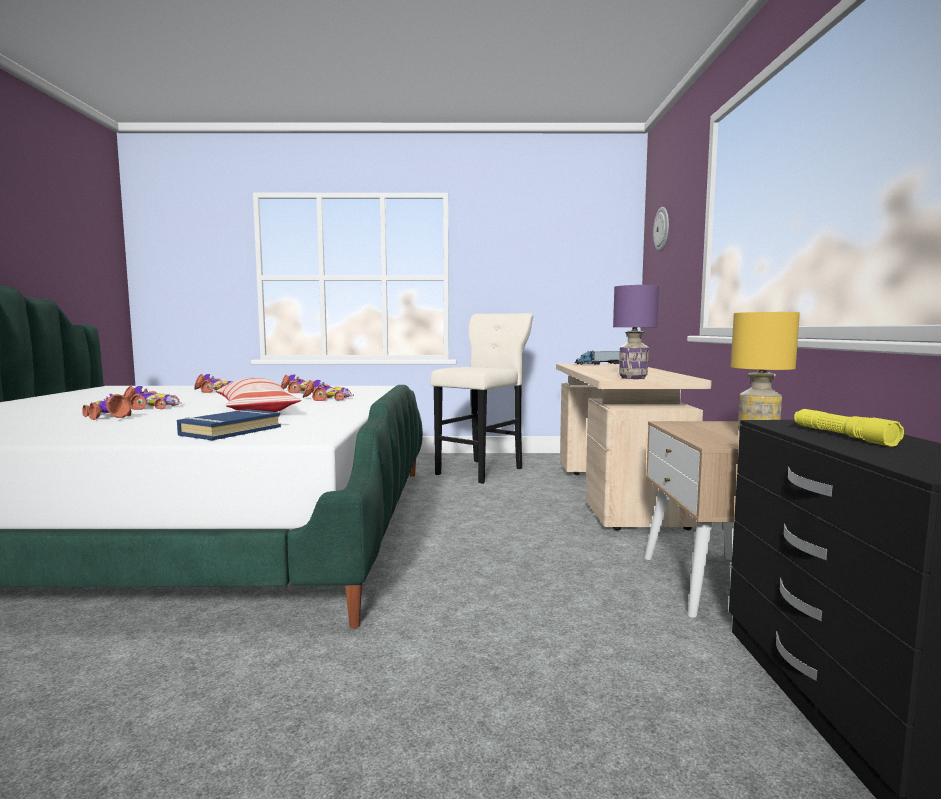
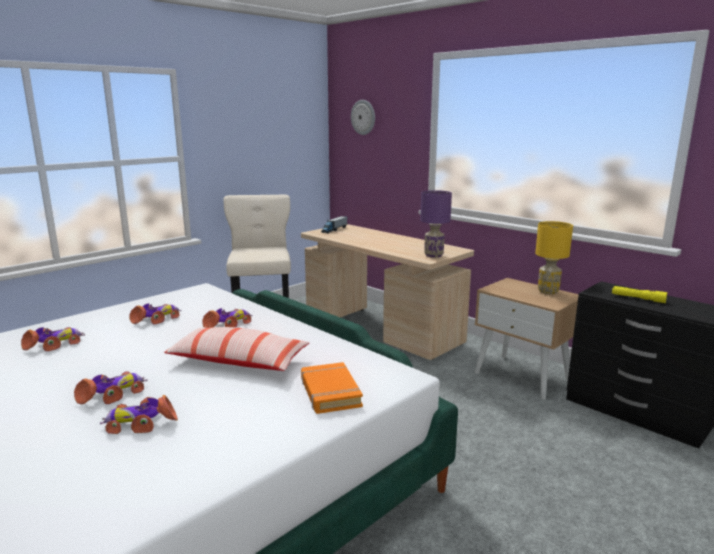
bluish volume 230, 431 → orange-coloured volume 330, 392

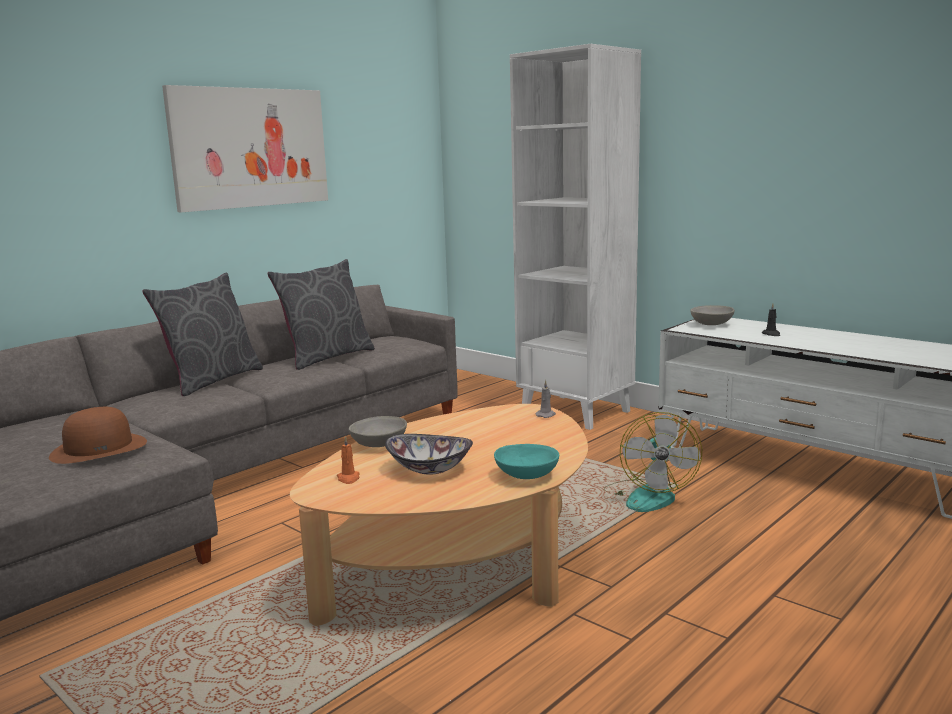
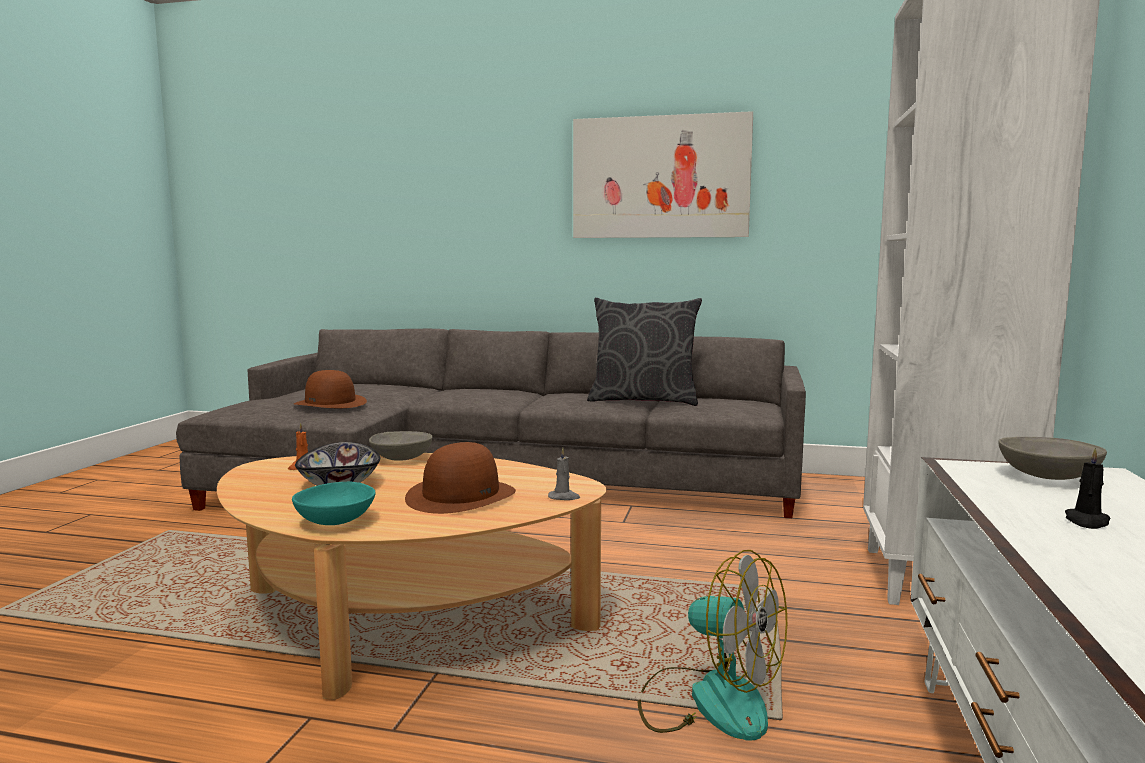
greyish pillow 211, 380 → -
fan 648, 495 → fan 709, 700, 120 degrees counterclockwise
- → brown wearable hat 461, 495

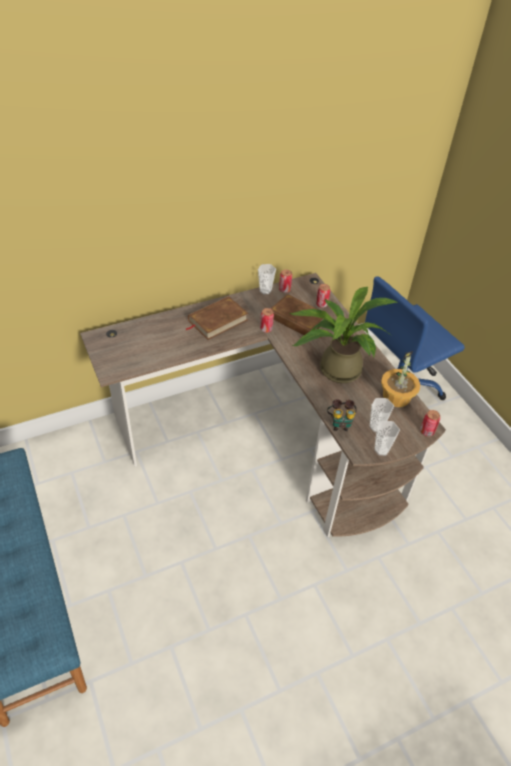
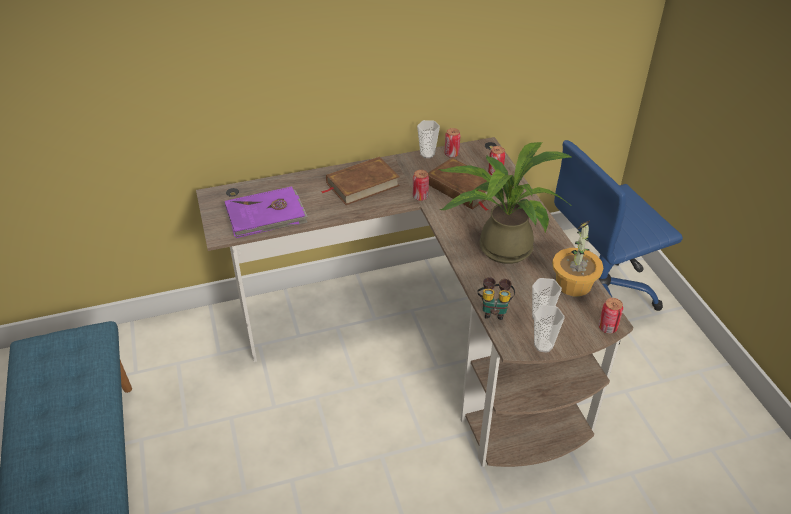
- → purple-coloured volume 266, 216

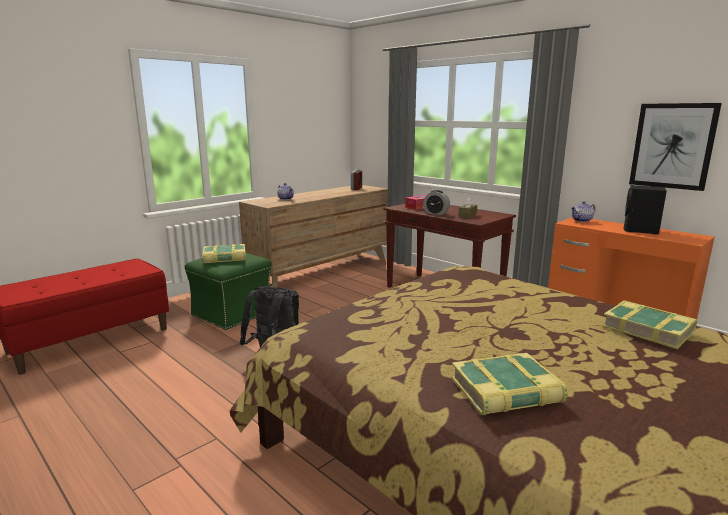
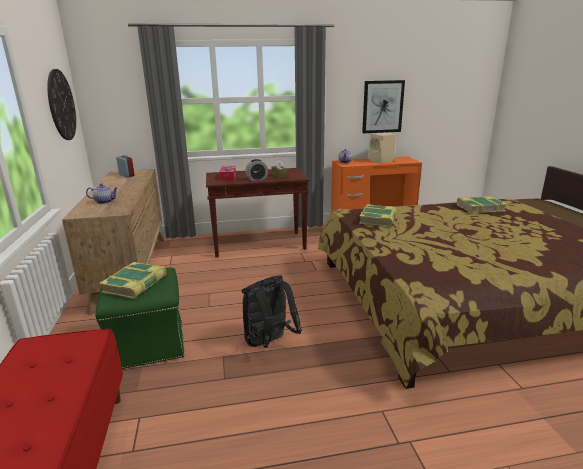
blackish speaker 640, 230 → sand-coloured speaker 381, 161
volume 506, 392 → volume 378, 219, relocated
- → wall clock 61, 105

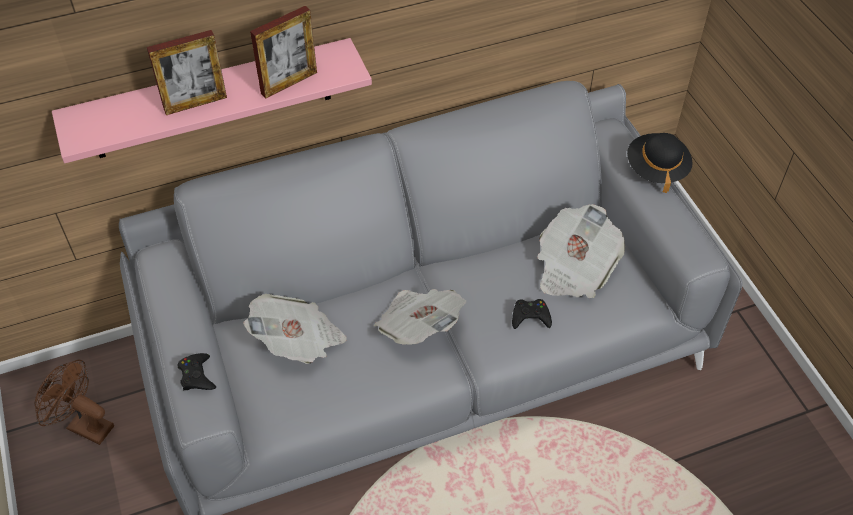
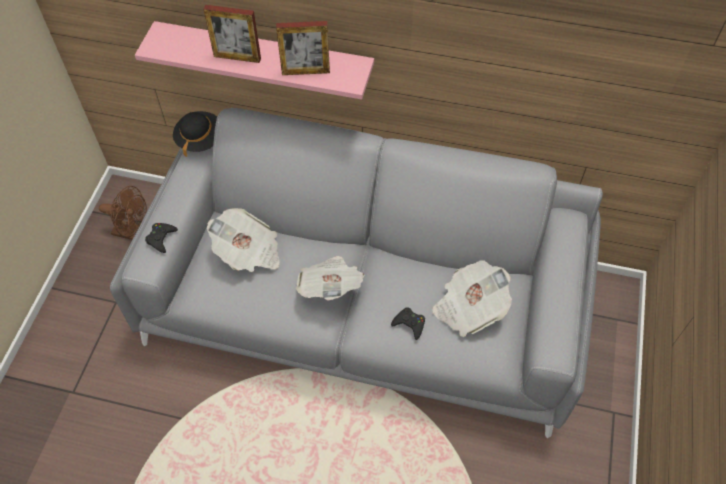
blackish wearable hat 656, 169 → blackish wearable hat 200, 139, relocated
brown fan 84, 425 → brown fan 133, 232, 135 degrees clockwise

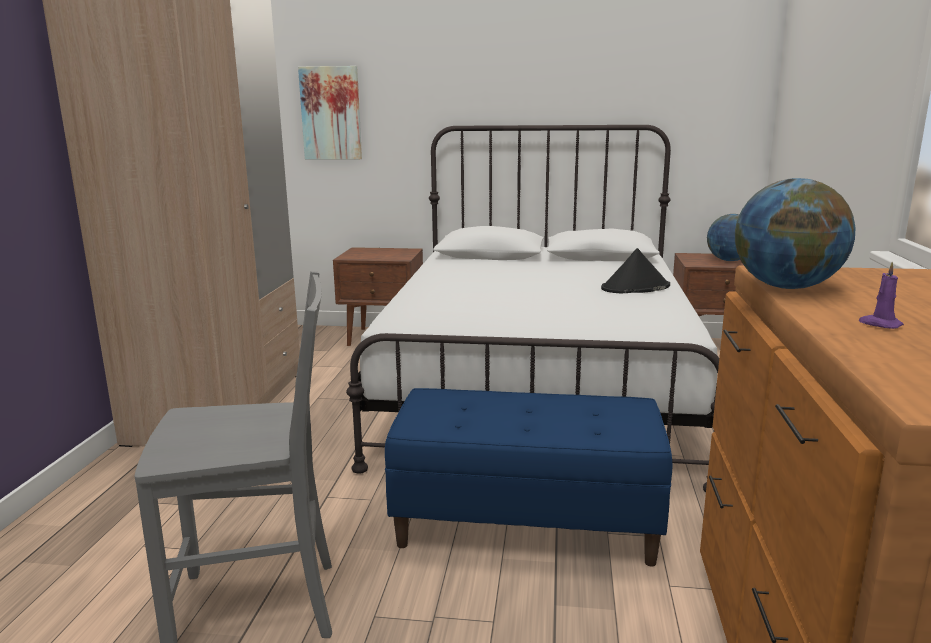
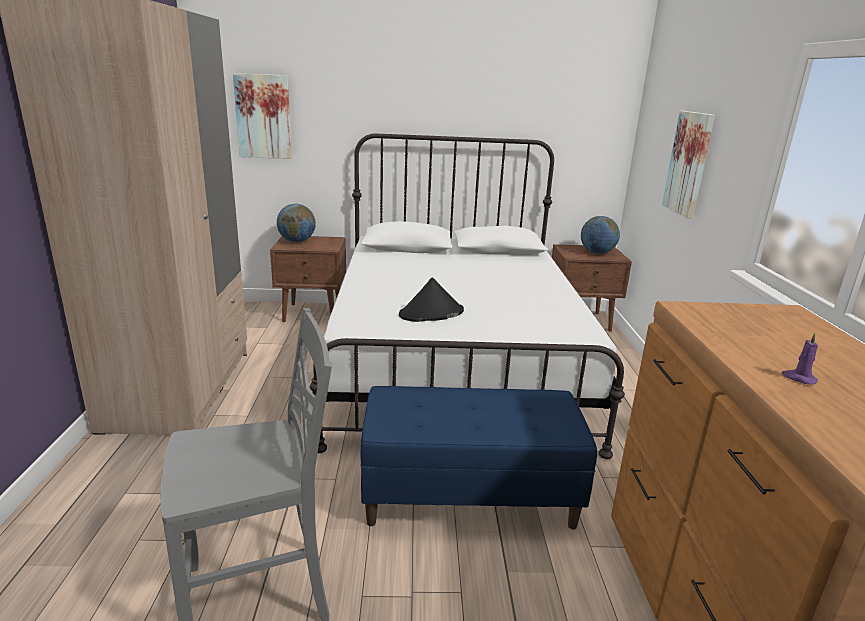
desk globe 786, 287 → desk globe 297, 241, relocated
blackish wearable hat 635, 288 → blackish wearable hat 431, 313, relocated
- → picture 689, 163

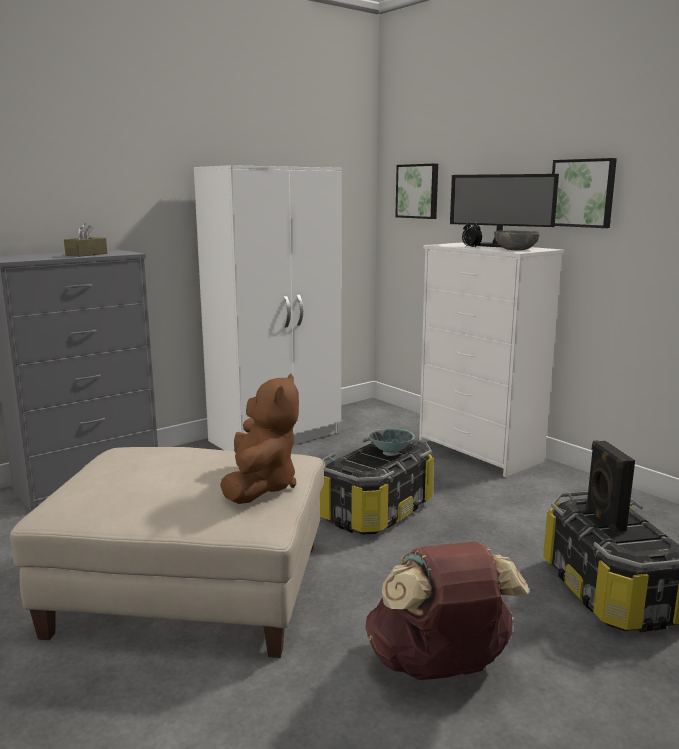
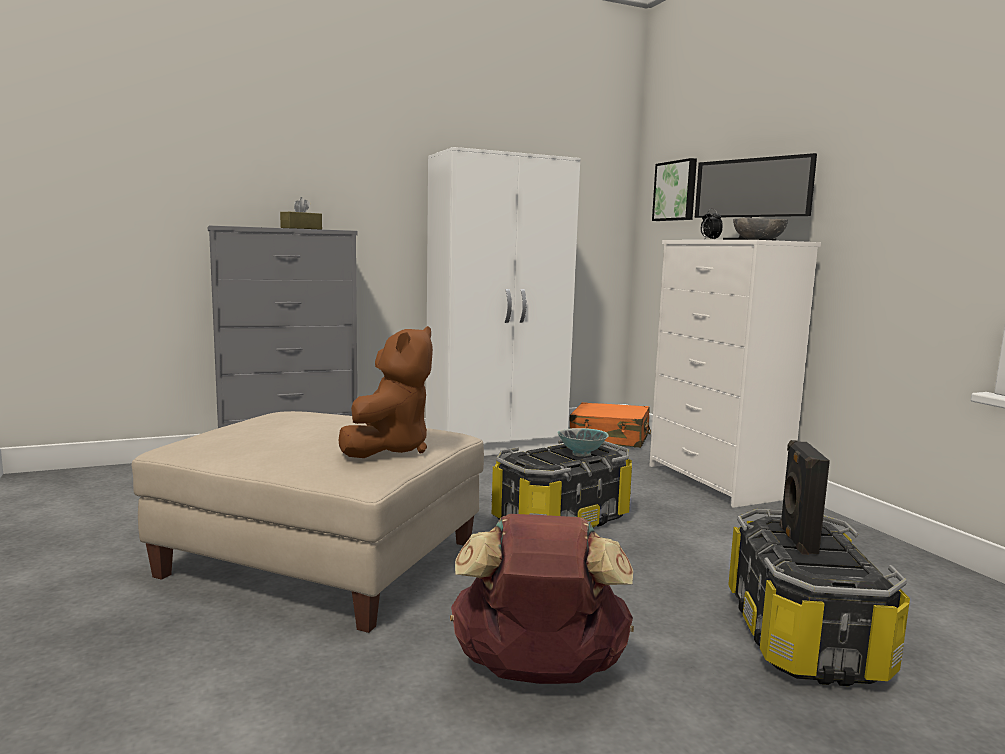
picture 583, 193 → -
- → orange-coloured piece of luggage 609, 438

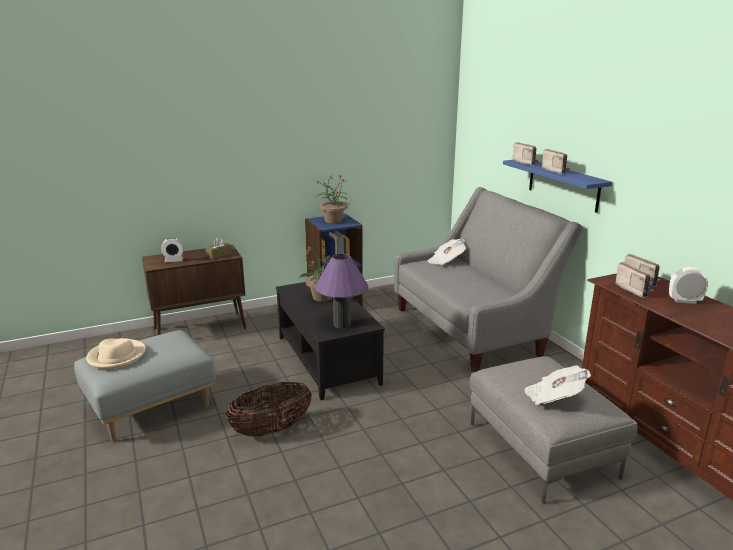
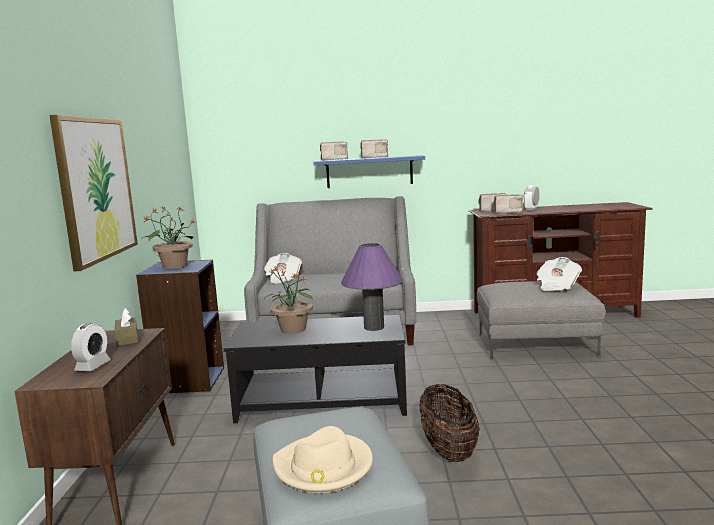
- → picture 96, 189

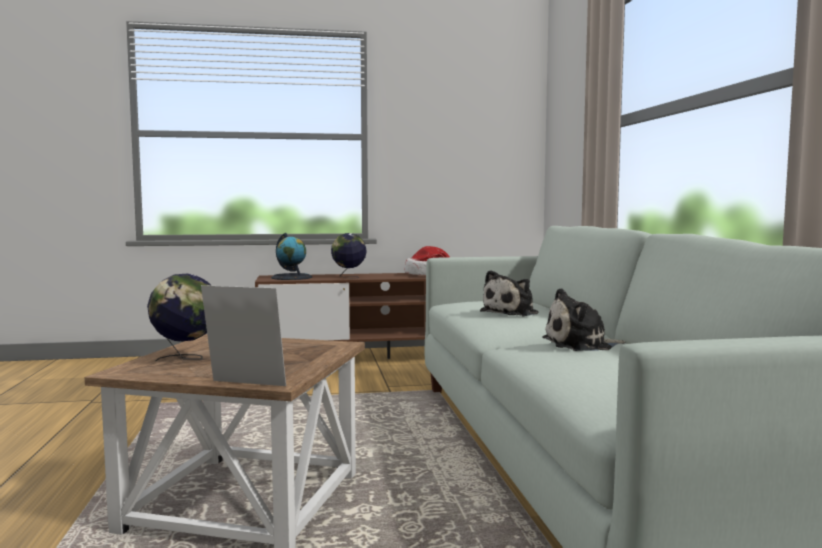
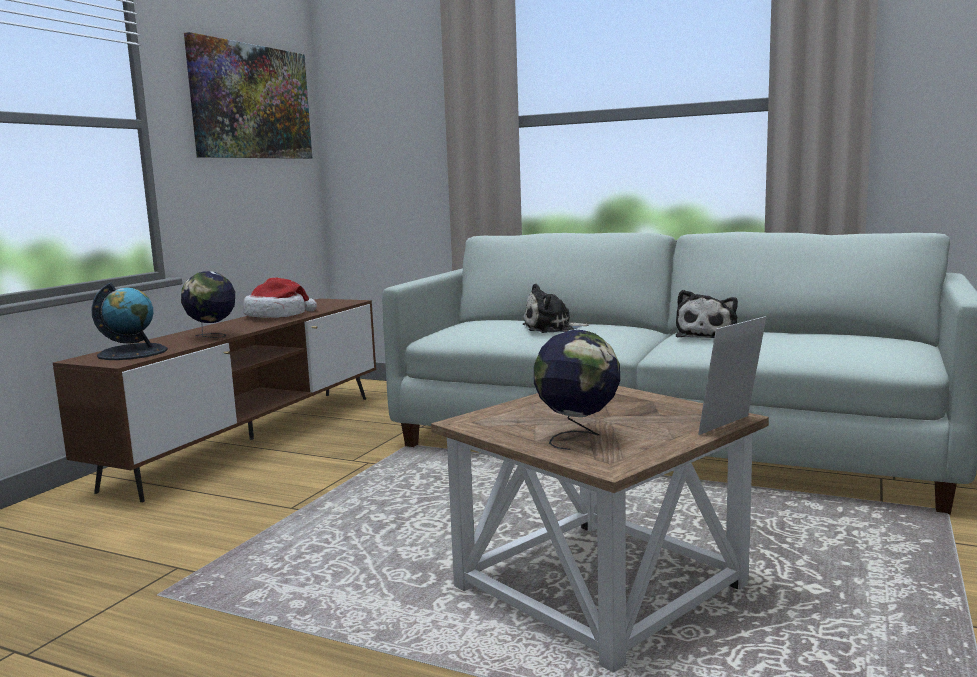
cuddly toy 512, 313 → cuddly toy 551, 328, 90 degrees clockwise
- → picture 252, 102

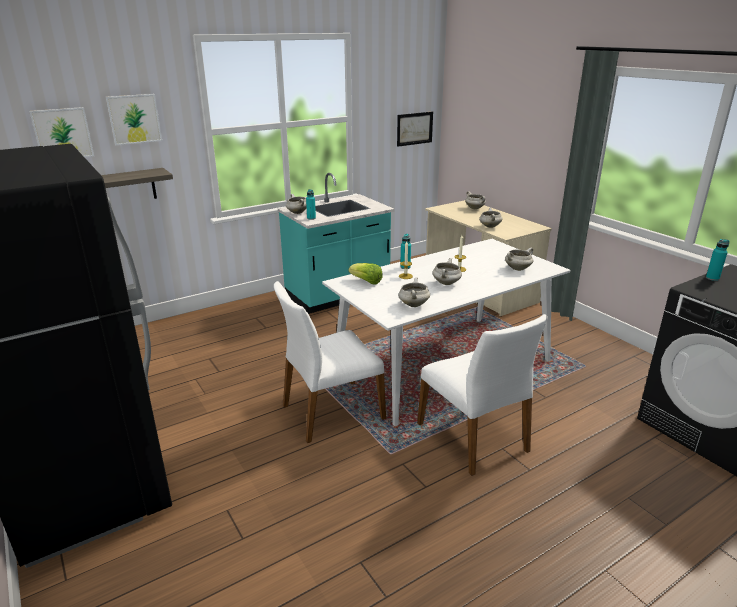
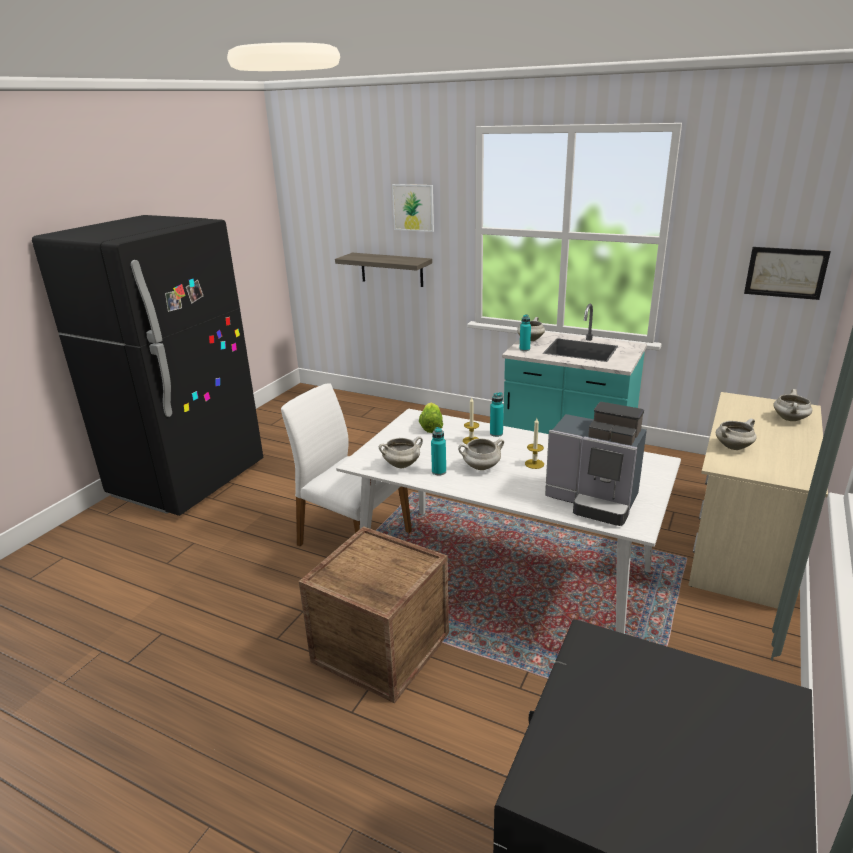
picture 62, 134 → -
turquoise beverage bottle 712, 278 → turquoise beverage bottle 439, 472, relocated
whitish cooking pot 518, 268 → coffee brewer 594, 501
whitish chair 474, 437 → crate 381, 647

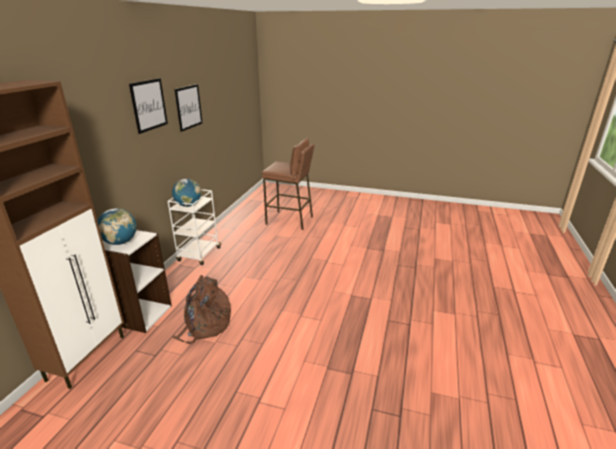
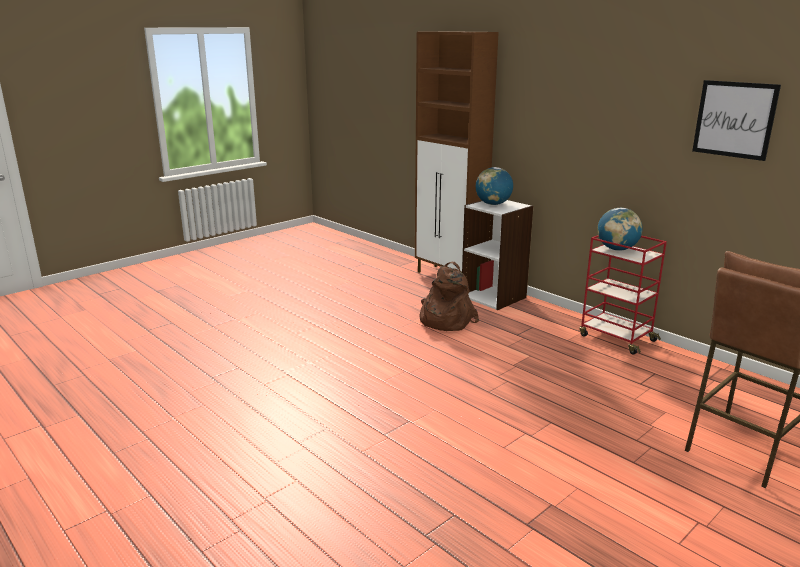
picture 149, 105 → -
whitish trolley 199, 255 → reddish trolley 616, 338

